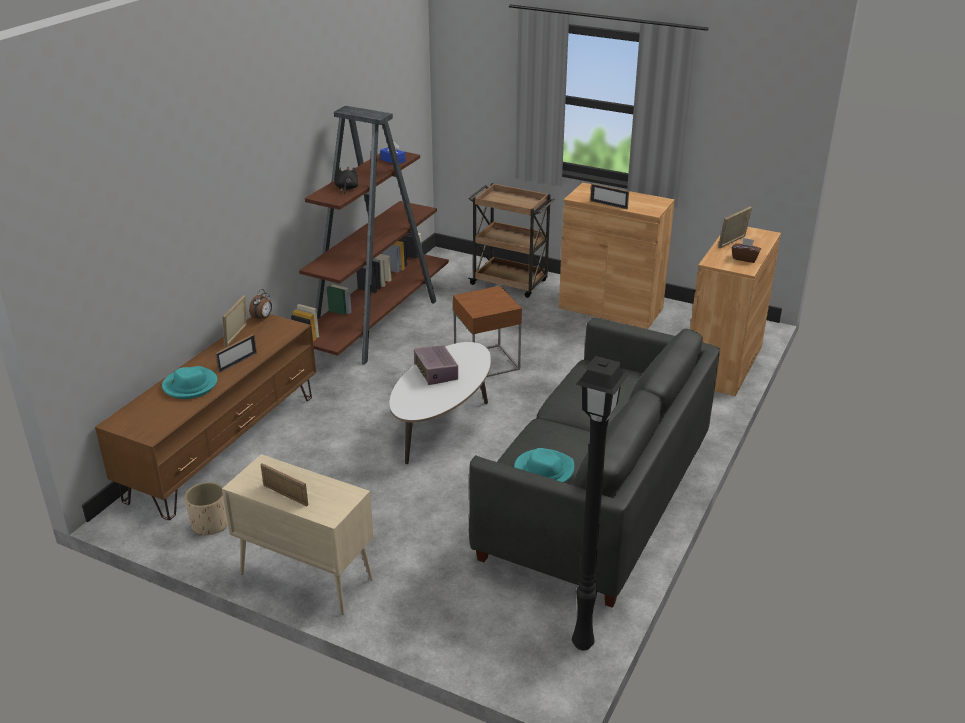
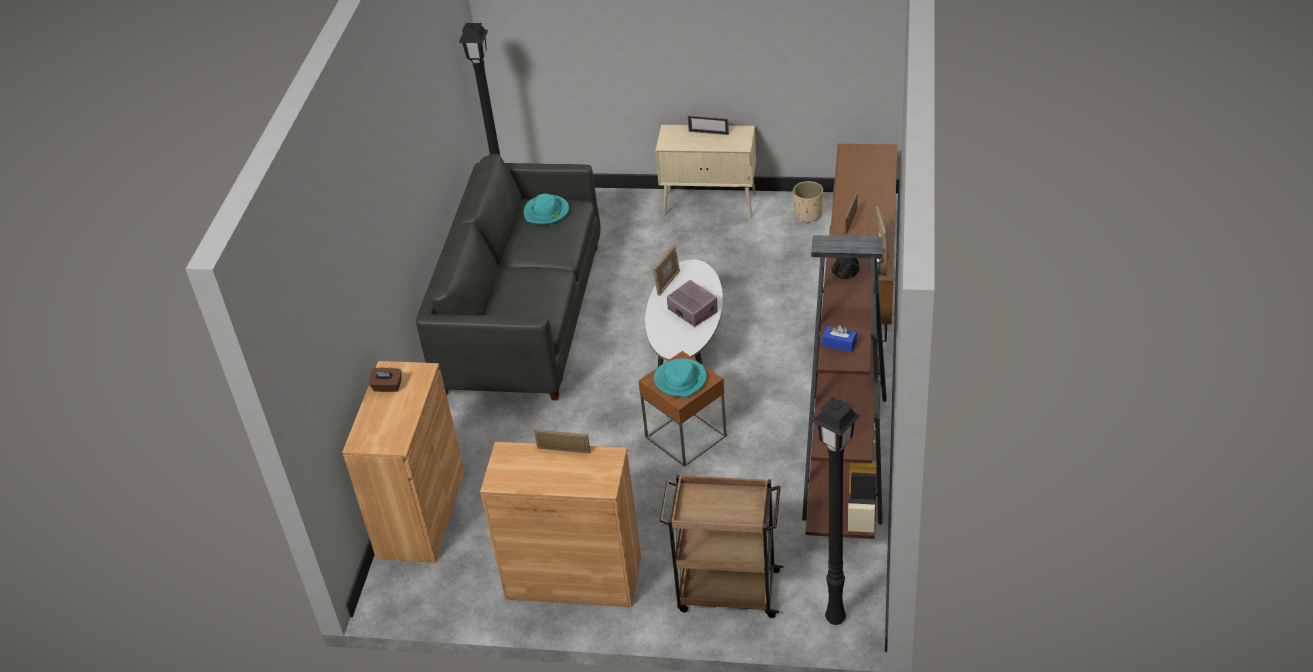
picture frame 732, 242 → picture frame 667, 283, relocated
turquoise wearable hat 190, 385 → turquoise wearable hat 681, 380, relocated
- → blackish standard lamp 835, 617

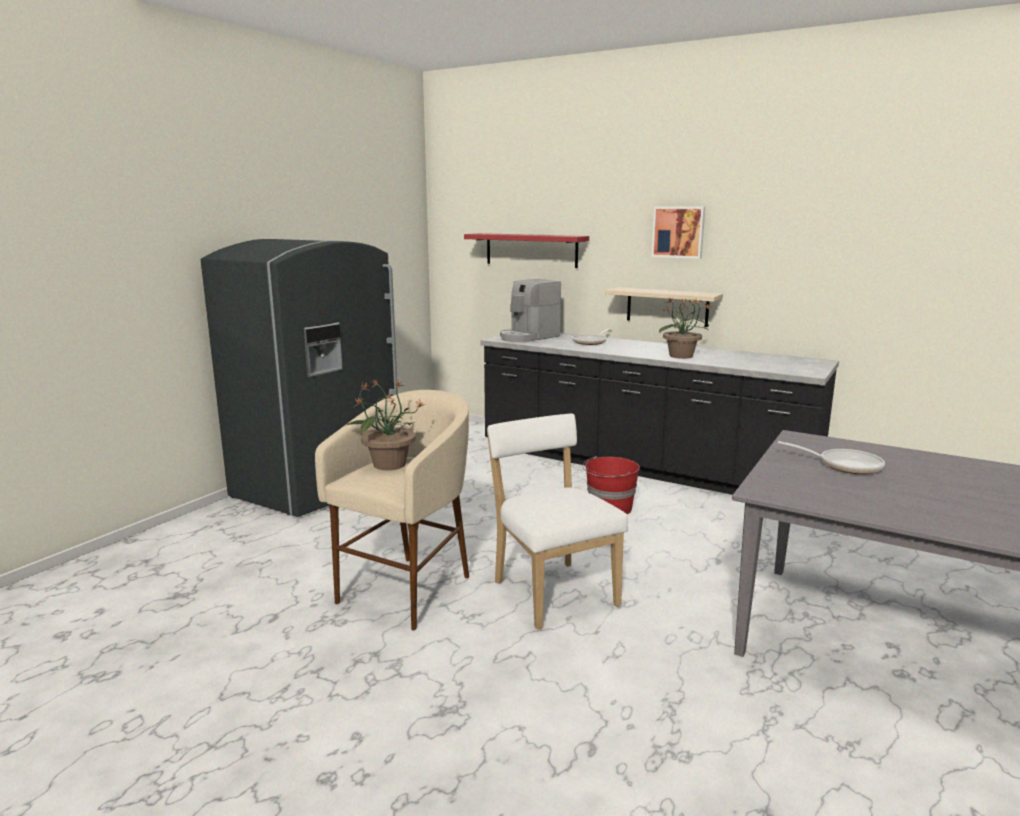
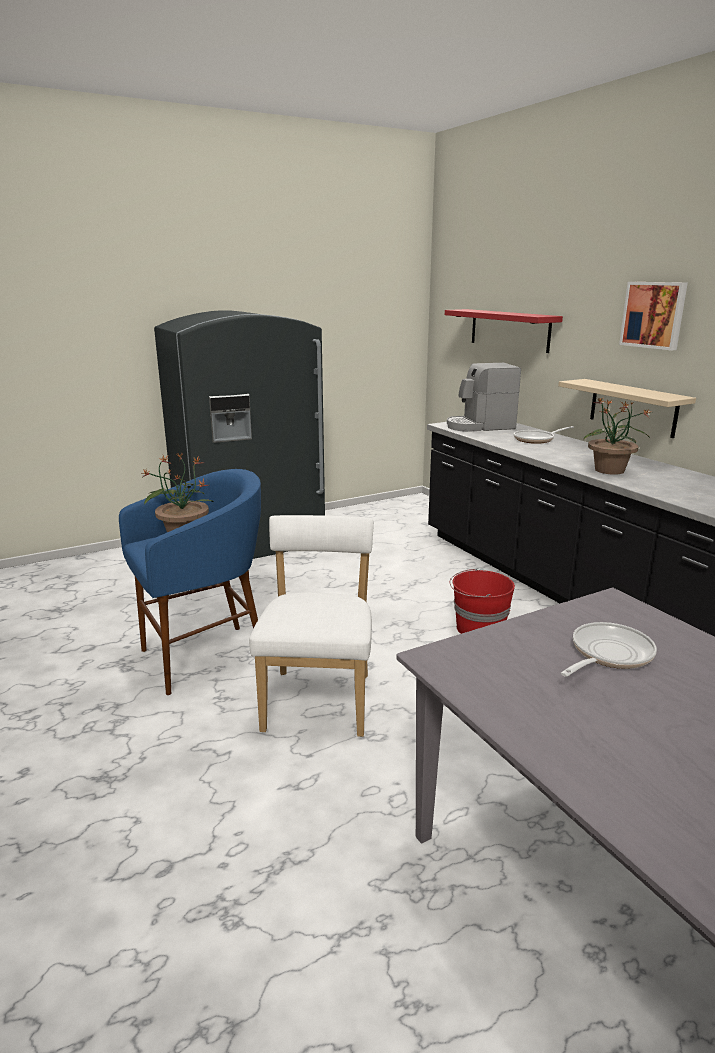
sand-coloured sitting stool 408, 590 → bluish sitting stool 205, 657
frying pan 844, 465 → frying pan 607, 654, 105 degrees counterclockwise

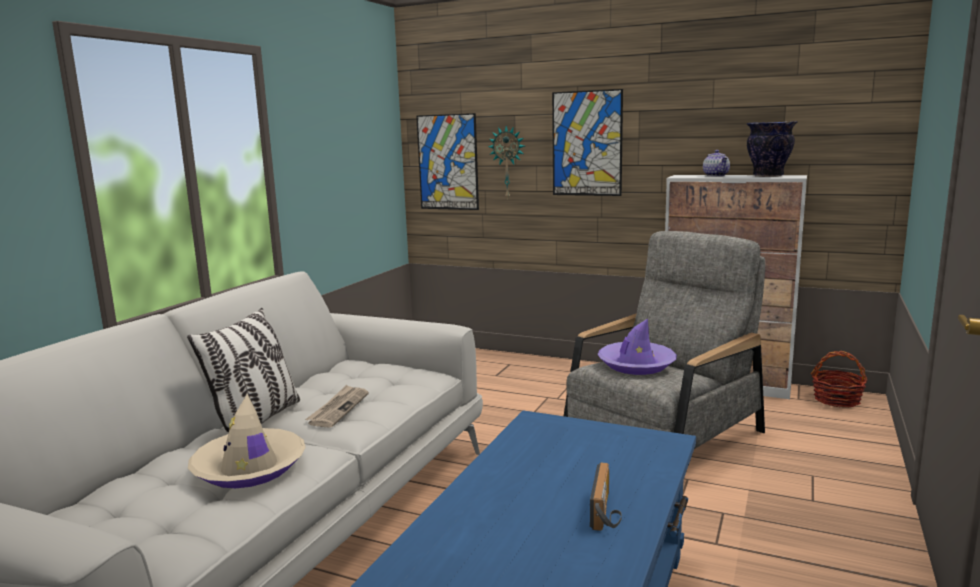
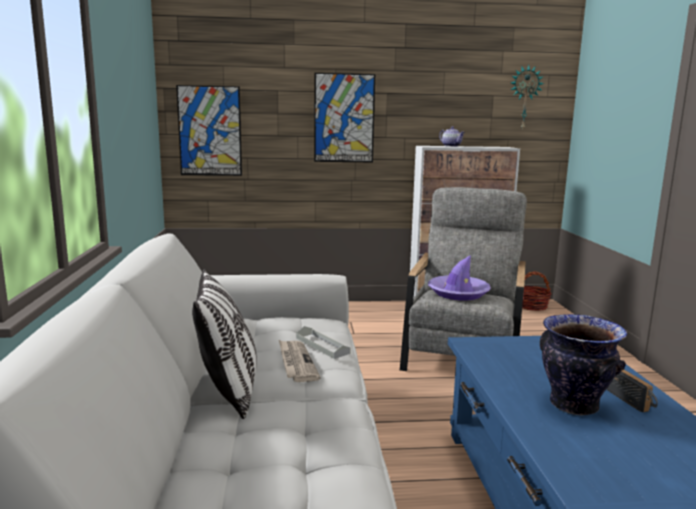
decorative vase 767, 176 → decorative vase 573, 405, relocated
wall clock 508, 162 → wall clock 524, 98, relocated
sand-coloured wearable hat 249, 468 → -
- → greyish tray 322, 345

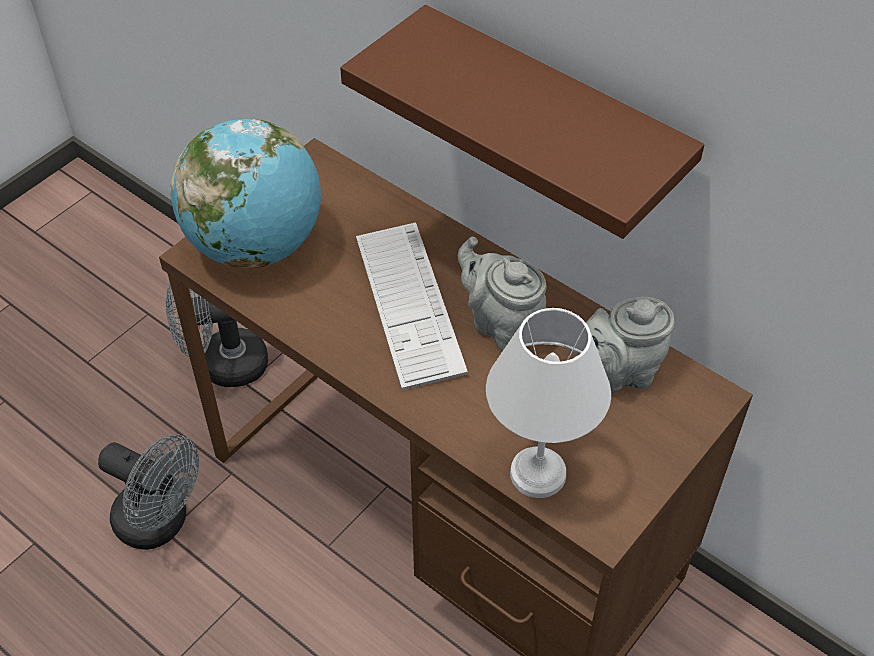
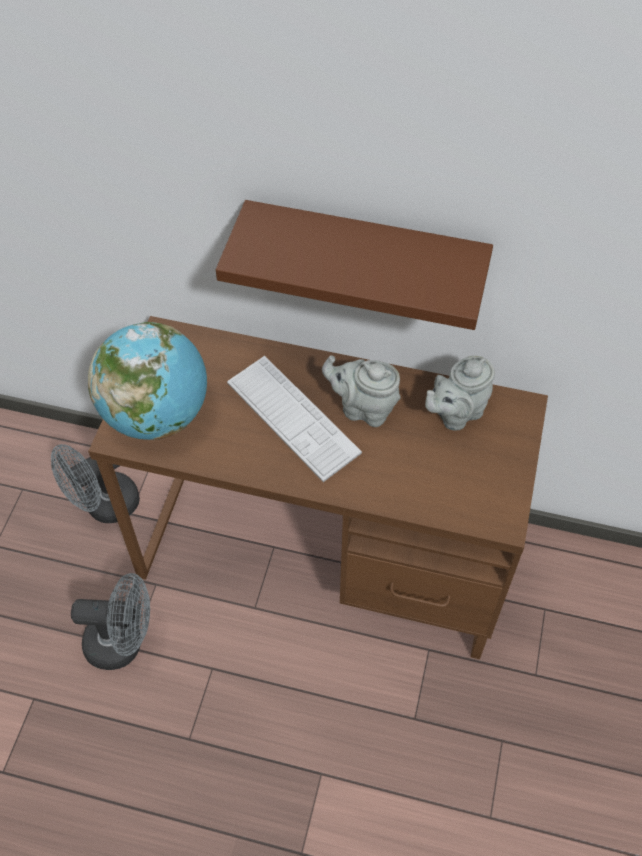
whitish lamp for a table 535, 472 → -

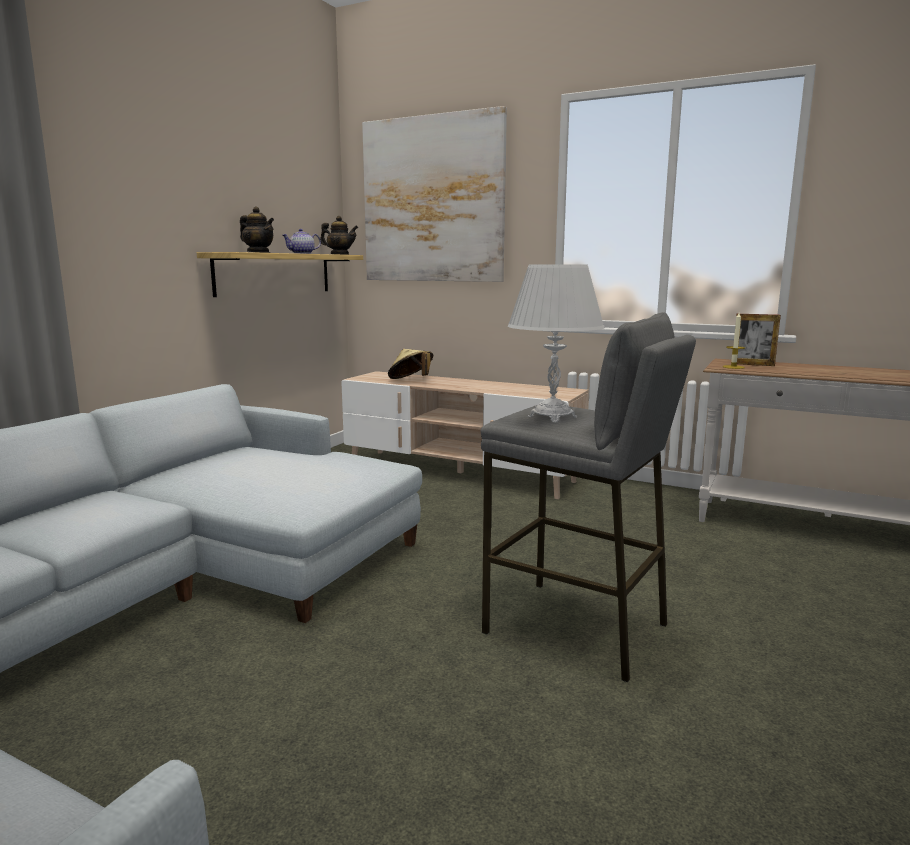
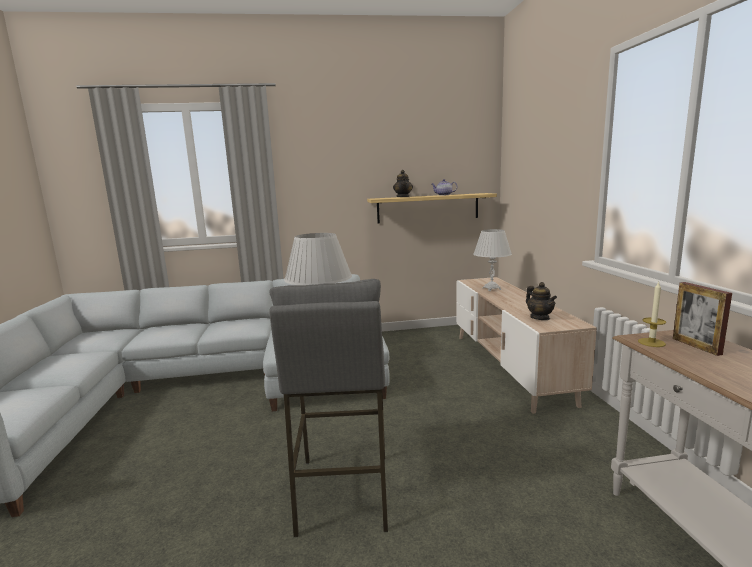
picture 432, 200 → -
teapot 340, 254 → teapot 540, 318, relocated
sand-coloured wearable hat 411, 380 → whitish lamp for a table 491, 289

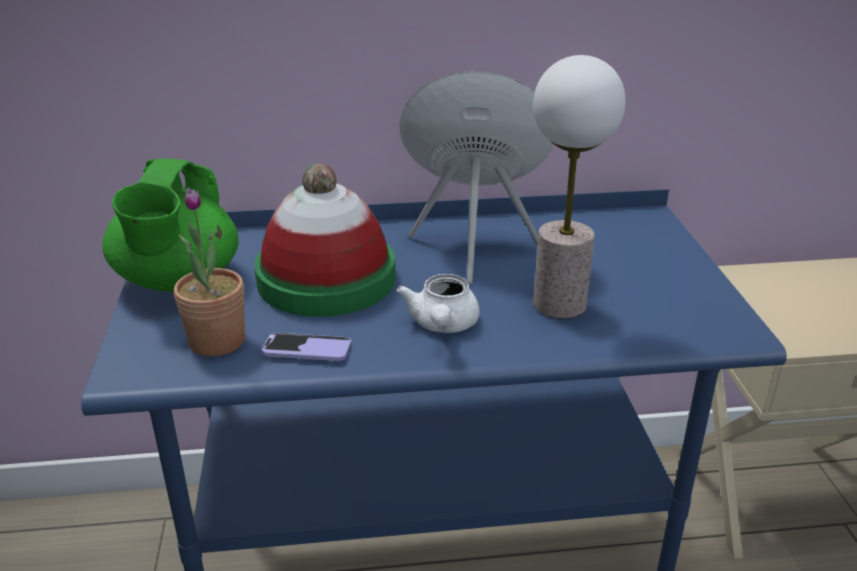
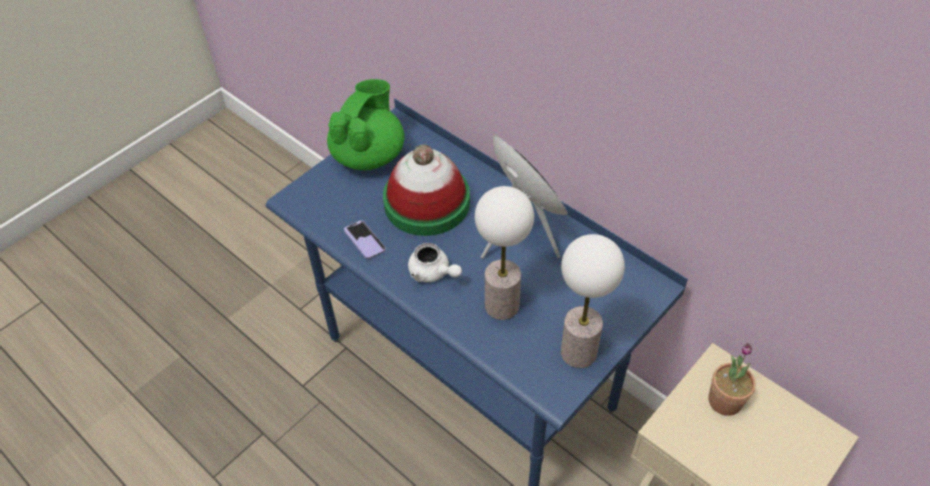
green-coloured teapot 177, 280 → green-coloured teapot 369, 155, 150 degrees clockwise
plant in a pot 217, 341 → plant in a pot 725, 401, relocated
whitish teapot 442, 325 → whitish teapot 433, 273, 105 degrees counterclockwise
- → lamp for a table 578, 353

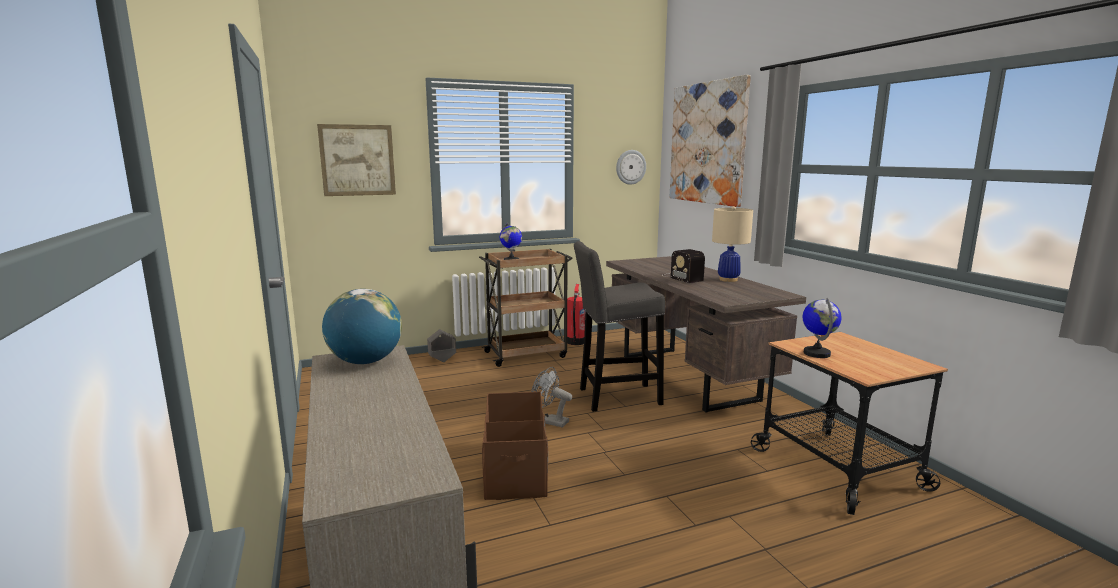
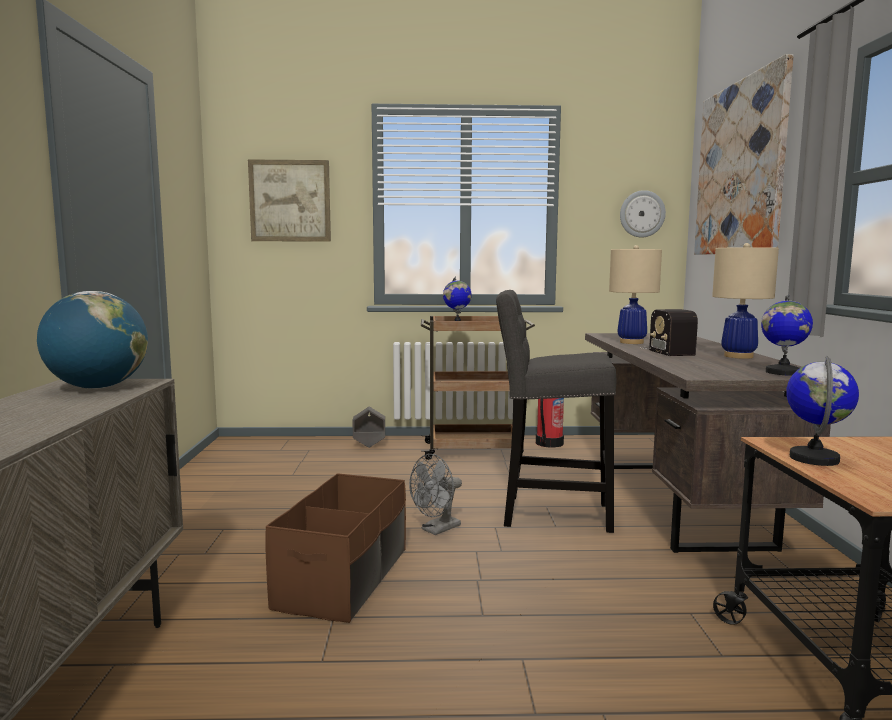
greyish fan 550, 421 → greyish fan 437, 530, 90 degrees counterclockwise
- → sand-coloured lamp for a table 631, 342
- → desk globe 782, 372

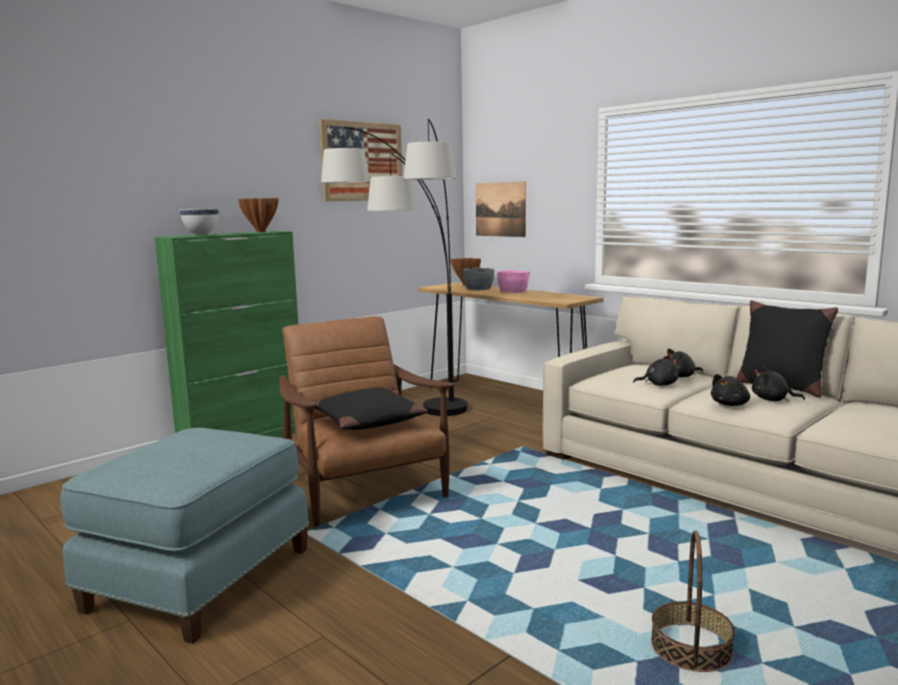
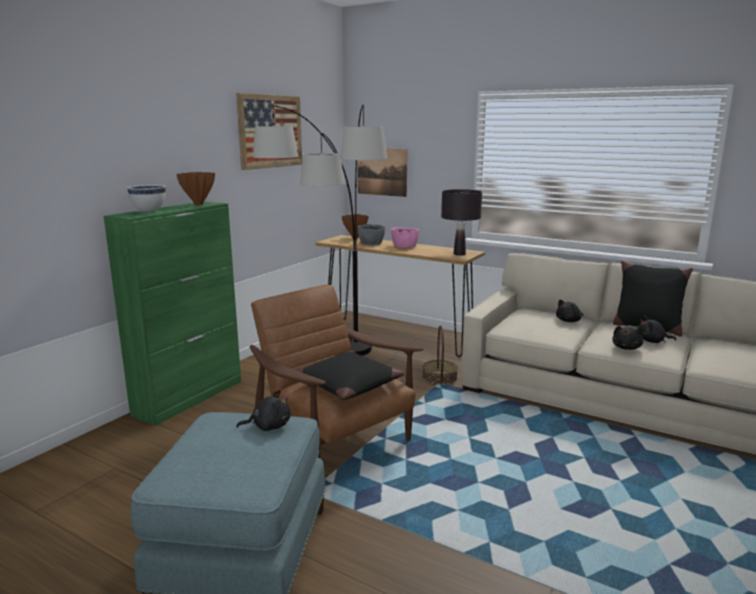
blackish cuddly toy 659, 384 → blackish cuddly toy 268, 426, relocated
basket 691, 648 → basket 439, 378, relocated
- → blackish lamp for a table 459, 254

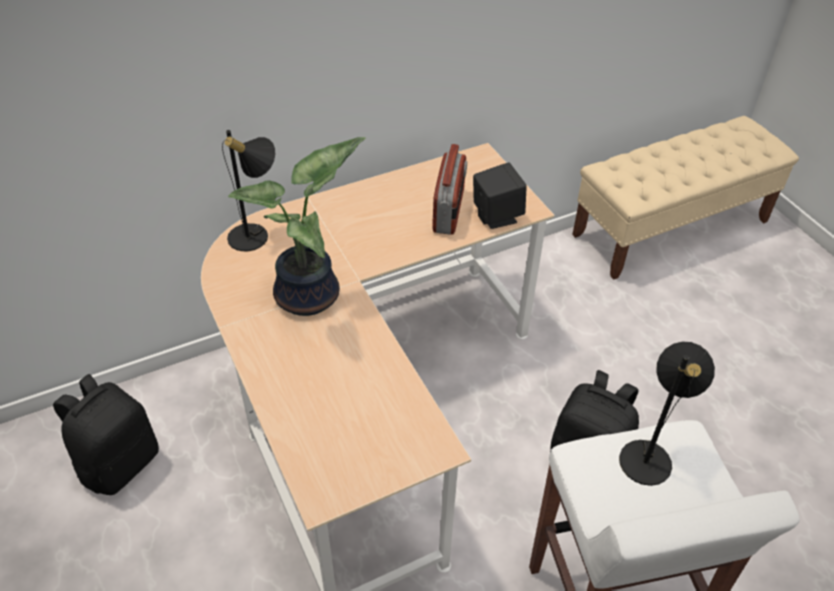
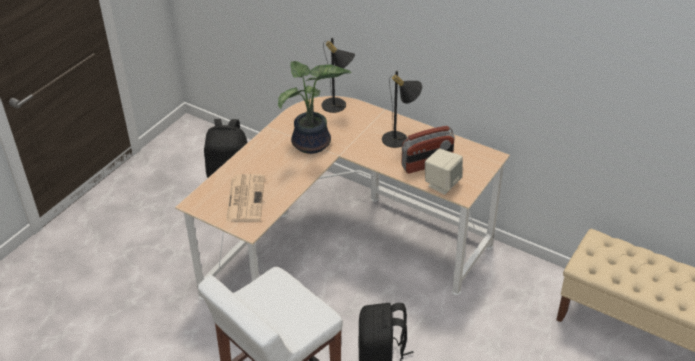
blackish speaker 496, 216 → sand-coloured speaker 442, 184
blackish lamp for a table 650, 455 → blackish lamp for a table 400, 139, relocated
- → daily paper 245, 198

